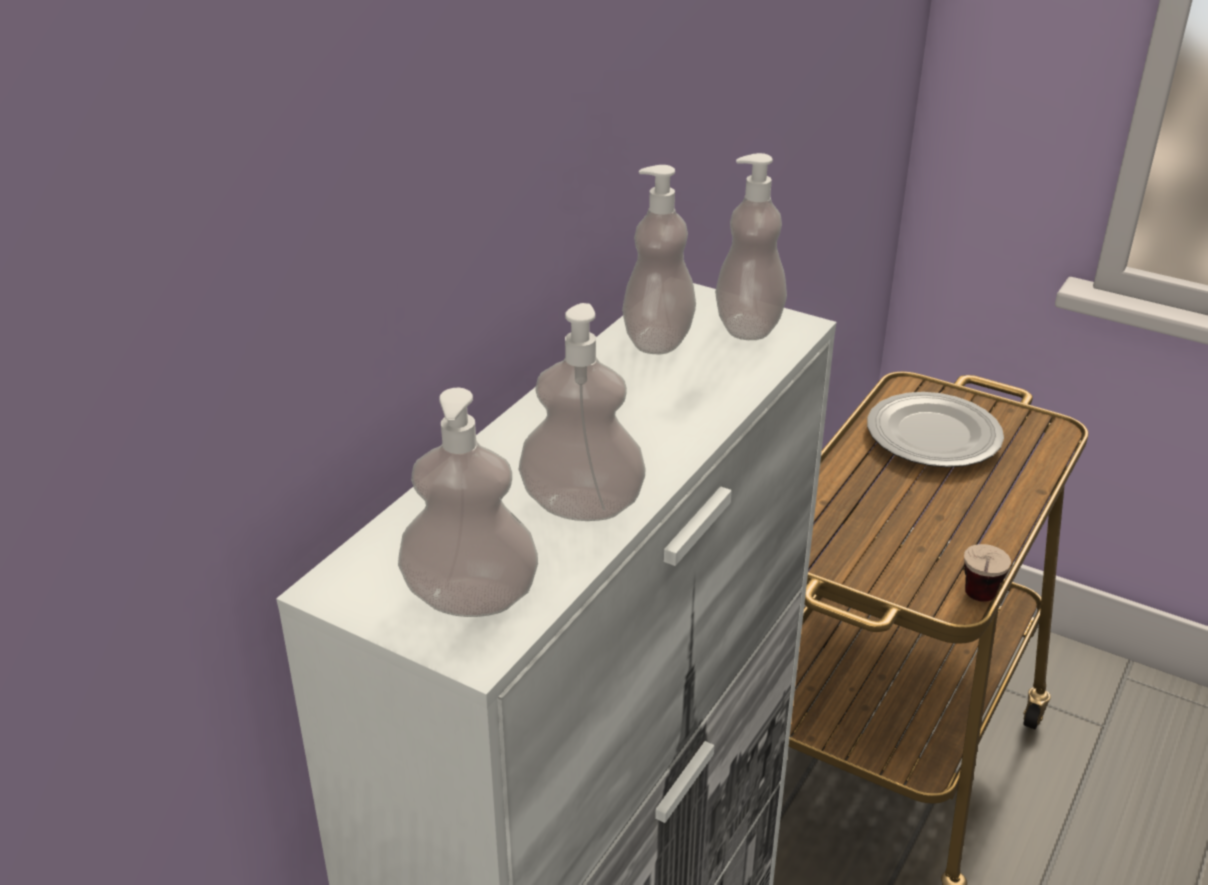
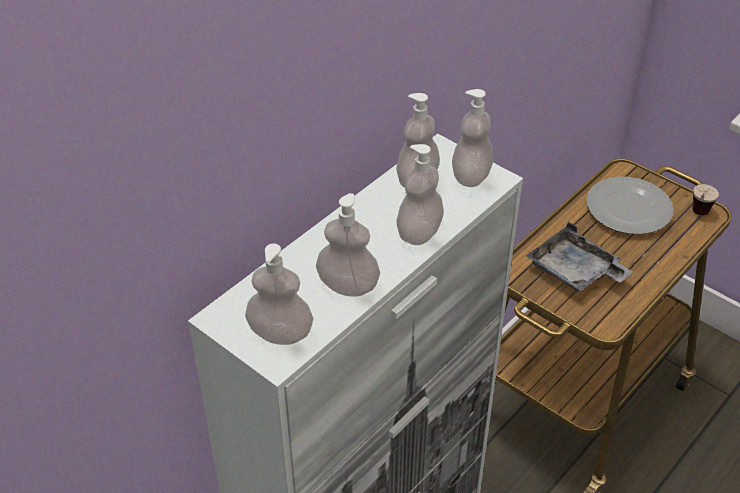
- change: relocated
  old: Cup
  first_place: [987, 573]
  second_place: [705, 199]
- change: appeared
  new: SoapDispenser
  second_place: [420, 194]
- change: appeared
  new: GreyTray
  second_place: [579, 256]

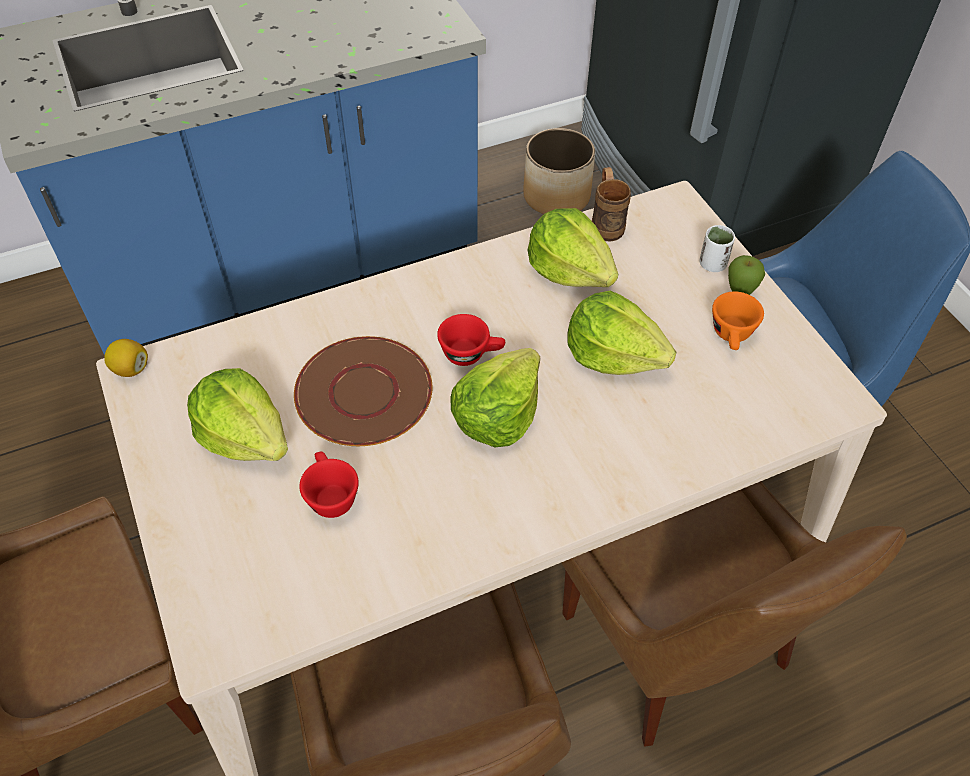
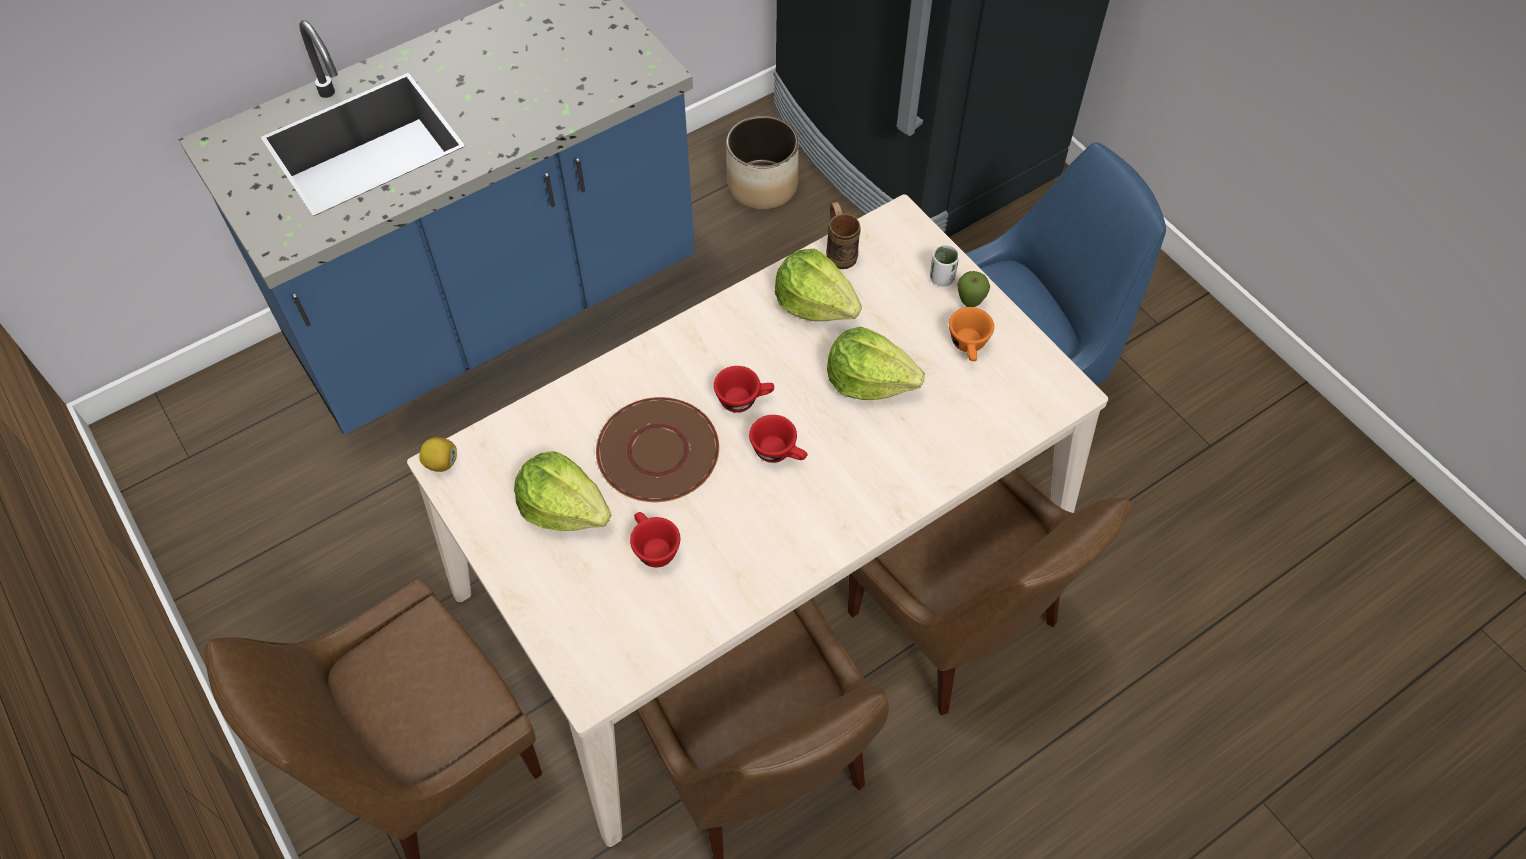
- change: exchanged
  old: Lettuce
  new: RedCup
  first_place: [495, 397]
  second_place: [778, 439]

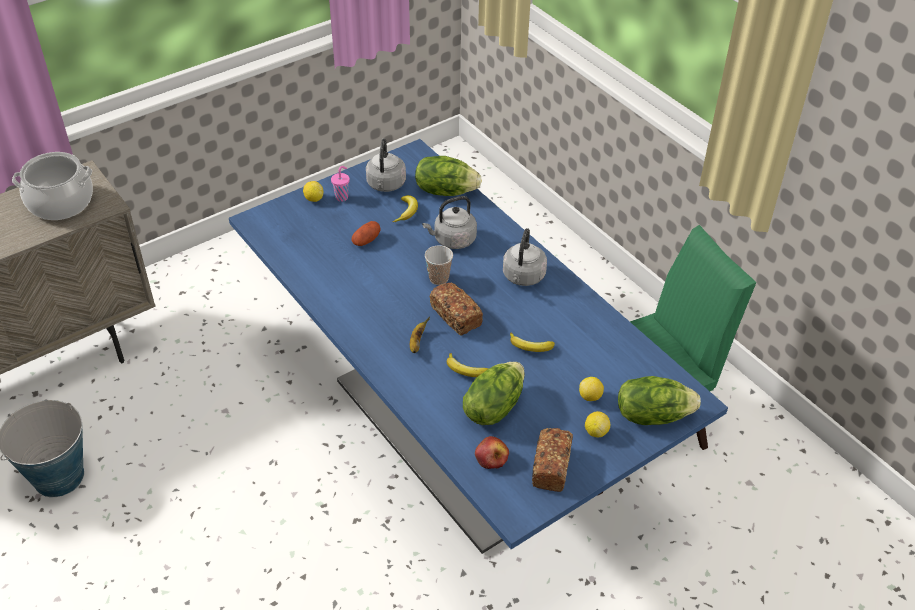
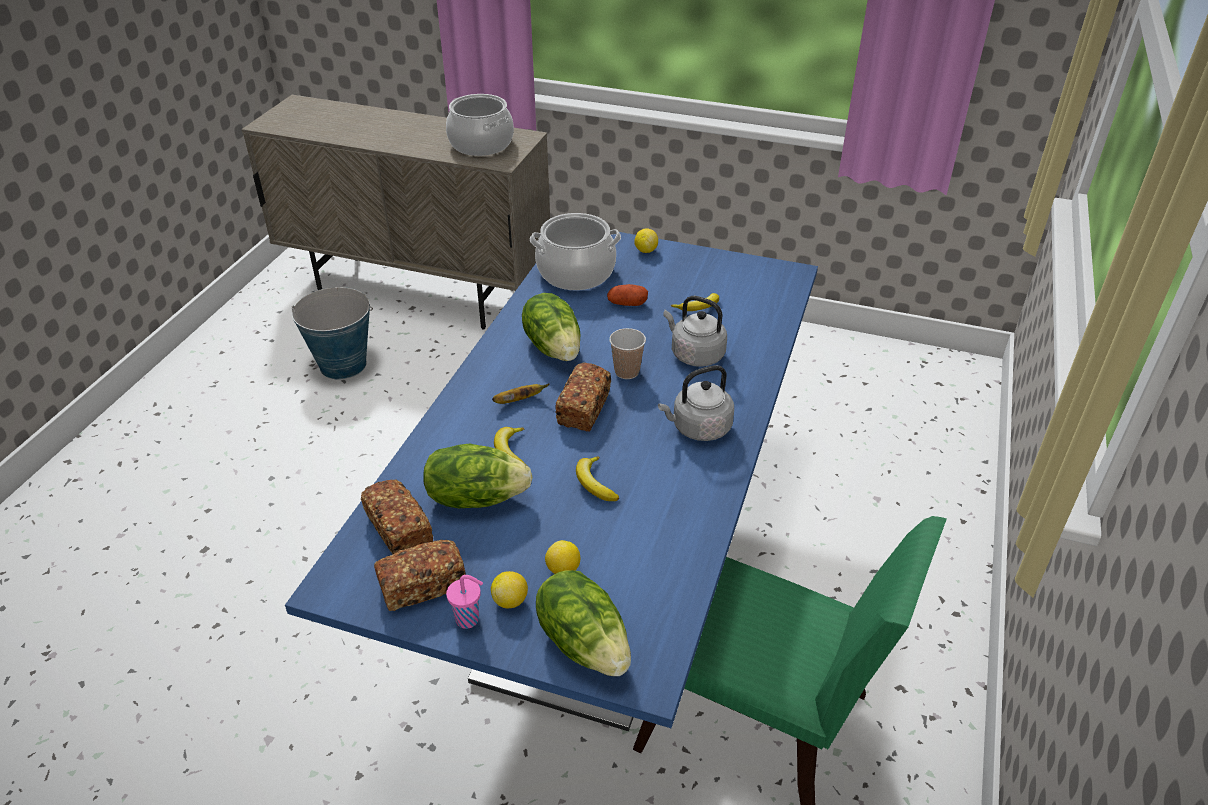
- change: missing
  old: GreyKettle
  first_place: [386, 165]
- change: relocated
  old: Lettuce
  first_place: [448, 176]
  second_place: [551, 327]
- change: relocated
  old: PinkCup
  first_place: [340, 184]
  second_place: [464, 602]
- change: exchanged
  old: Apple
  new: Bread
  first_place: [492, 452]
  second_place: [397, 516]
- change: appeared
  new: CookingPot
  second_place: [575, 251]

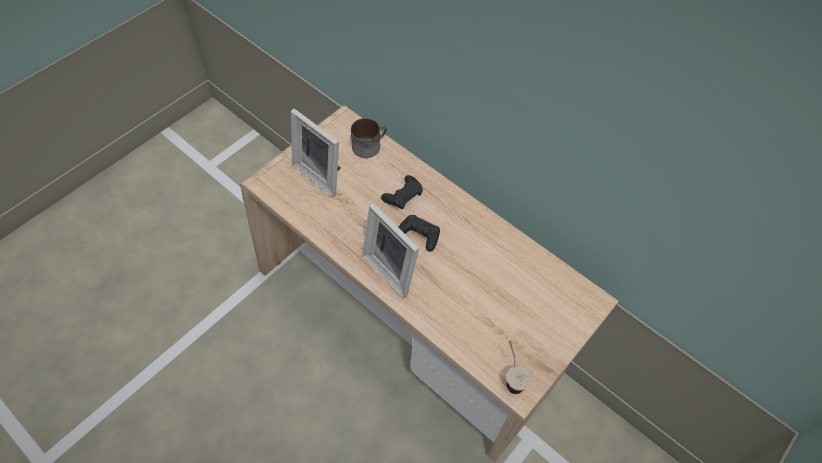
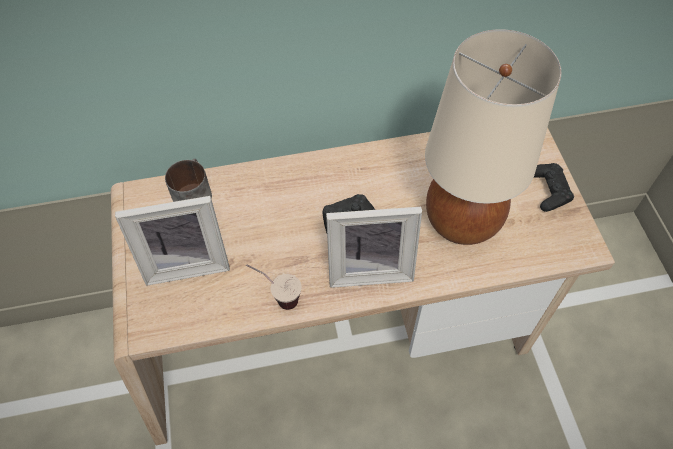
- change: relocated
  old: BlackGameController
  first_place: [402, 192]
  second_place: [554, 187]
- change: relocated
  old: Cup
  first_place: [519, 367]
  second_place: [274, 287]
- change: appeared
  new: BeigeTableLamp
  second_place: [493, 137]

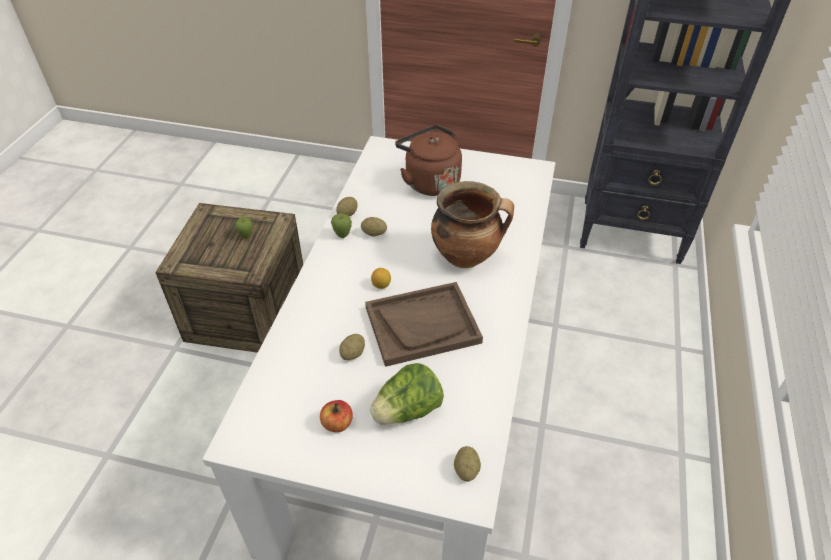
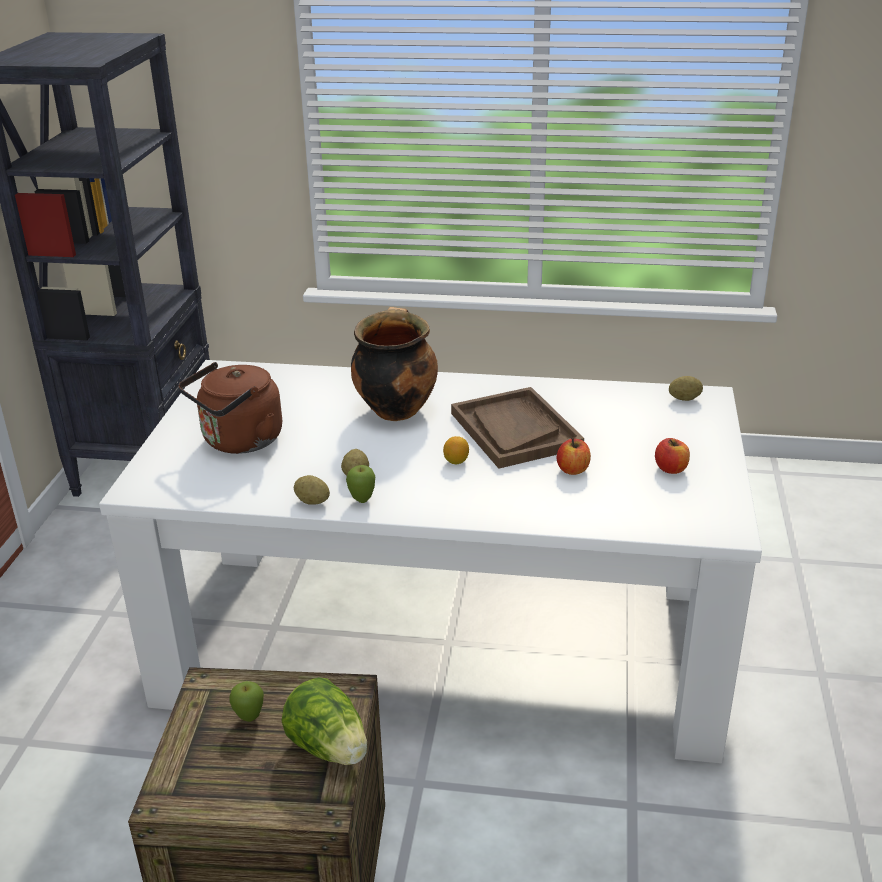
- change: exchanged
  old: Potato
  new: Apple
  first_place: [352, 347]
  second_place: [574, 456]
- change: relocated
  old: Lettuce
  first_place: [407, 394]
  second_place: [324, 721]

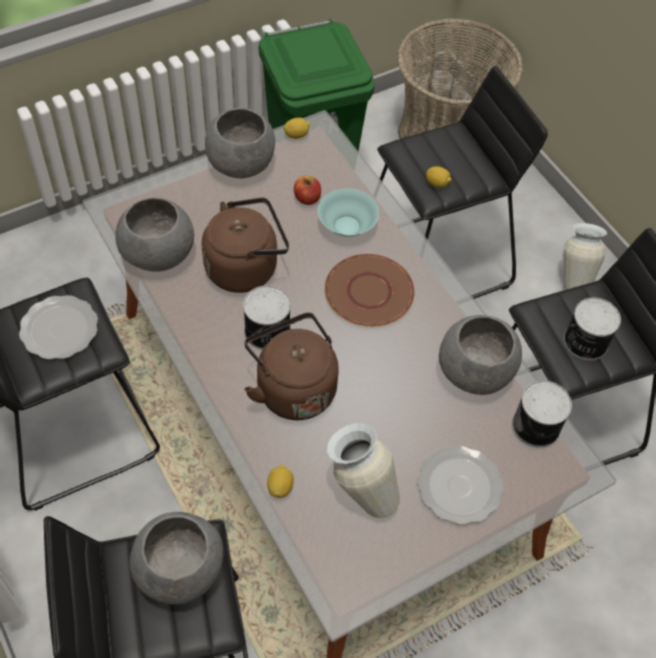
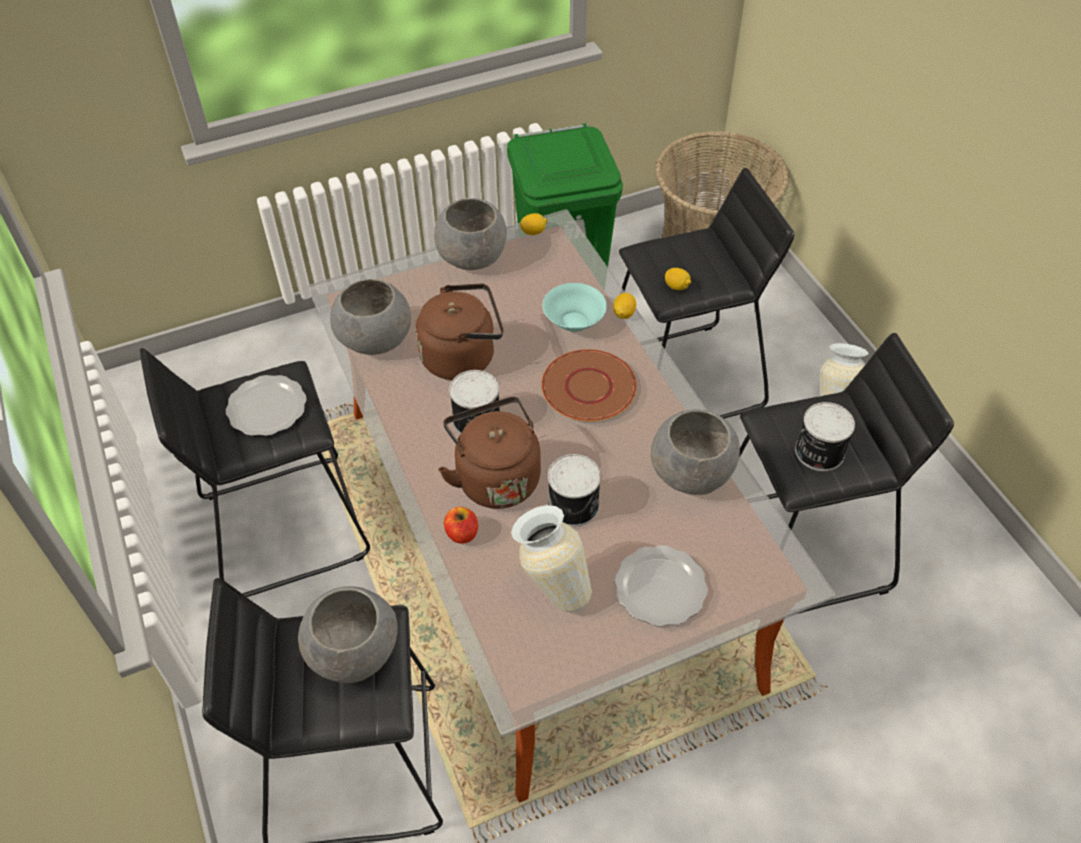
- change: relocated
  old: Apple
  first_place: [307, 190]
  second_place: [461, 525]
- change: relocated
  old: Can
  first_place: [542, 414]
  second_place: [574, 490]
- change: relocated
  old: Lemon
  first_place: [280, 481]
  second_place: [624, 305]

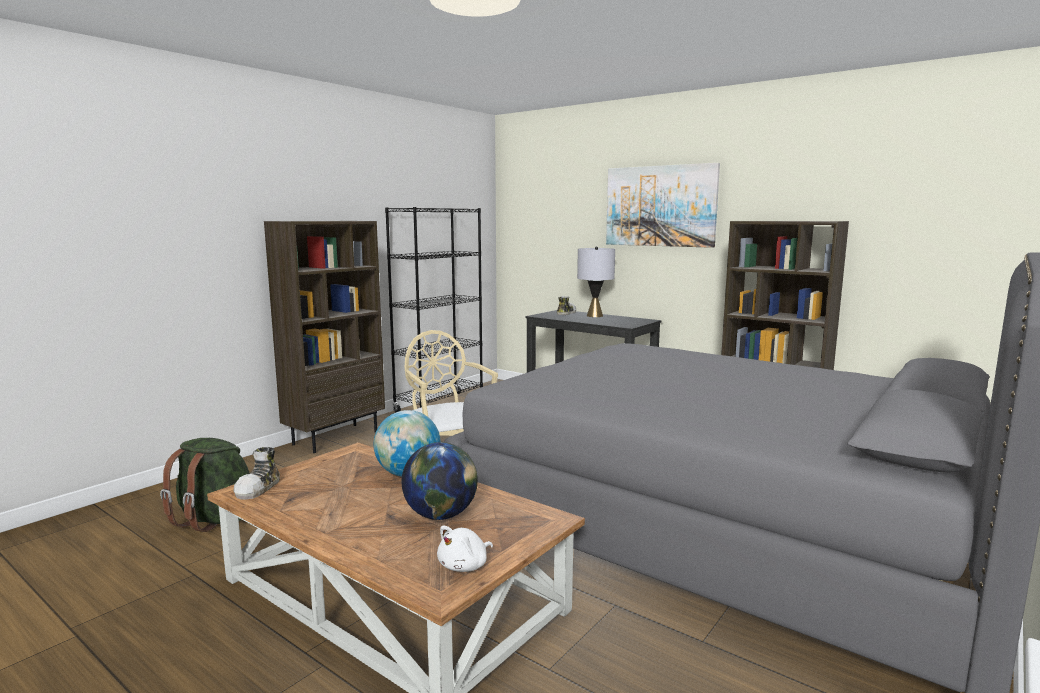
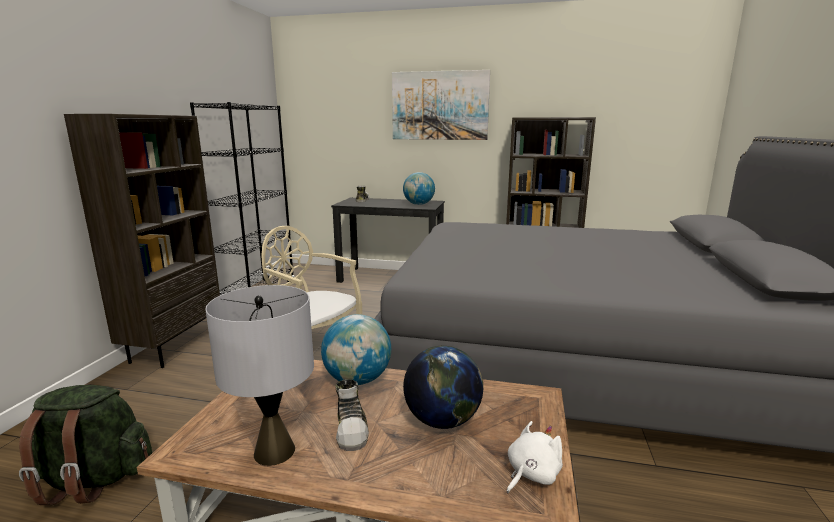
- change: relocated
  old: GreyTableLamp
  first_place: [596, 281]
  second_place: [259, 375]
- change: relocated
  old: Shoe
  first_place: [256, 473]
  second_place: [352, 415]
- change: spun
  old: WhitePlushToy
  first_place: [465, 548]
  second_place: [535, 457]
  degrees: -150
- change: appeared
  new: Globe
  second_place: [419, 188]

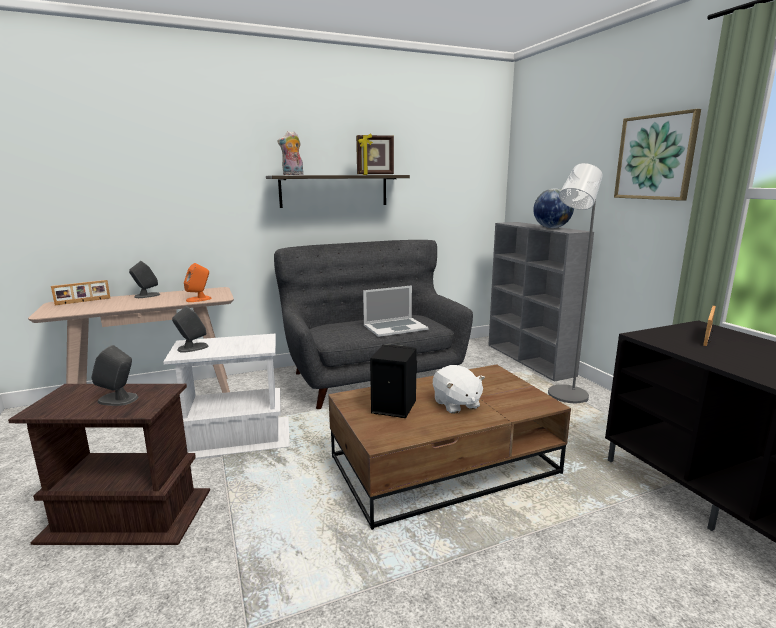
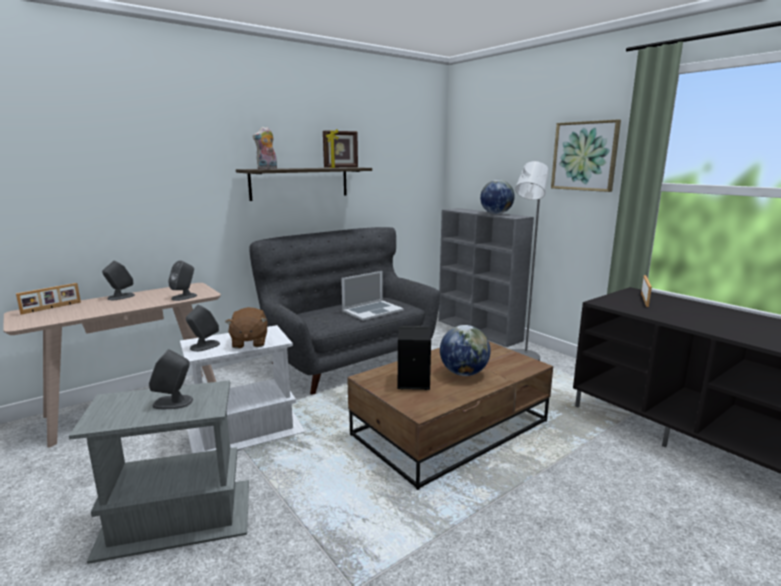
- change: colour
  old: OrangeSpeaker
  new: GreySpeaker
  first_place: [198, 282]
  second_place: [182, 280]
- change: exchanged
  old: WhitePlushToy
  new: Globe
  first_place: [459, 389]
  second_place: [465, 350]
- change: colour
  old: BrownSideTable
  new: GreySideTable
  first_place: [109, 464]
  second_place: [159, 472]
- change: appeared
  new: BrownPlushToy
  second_place: [246, 328]

